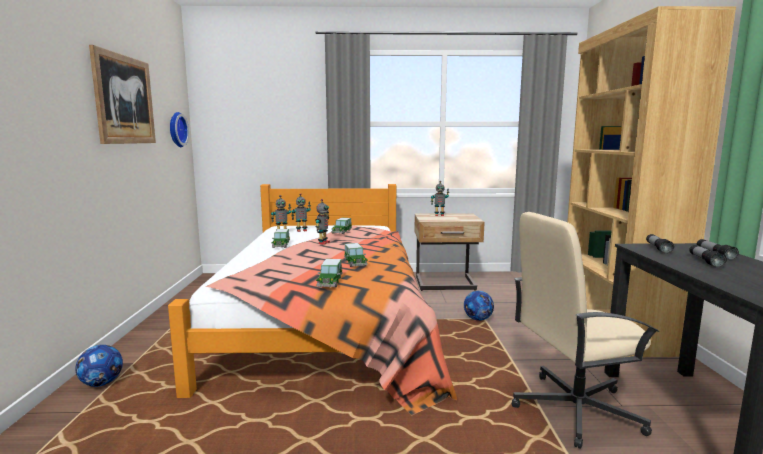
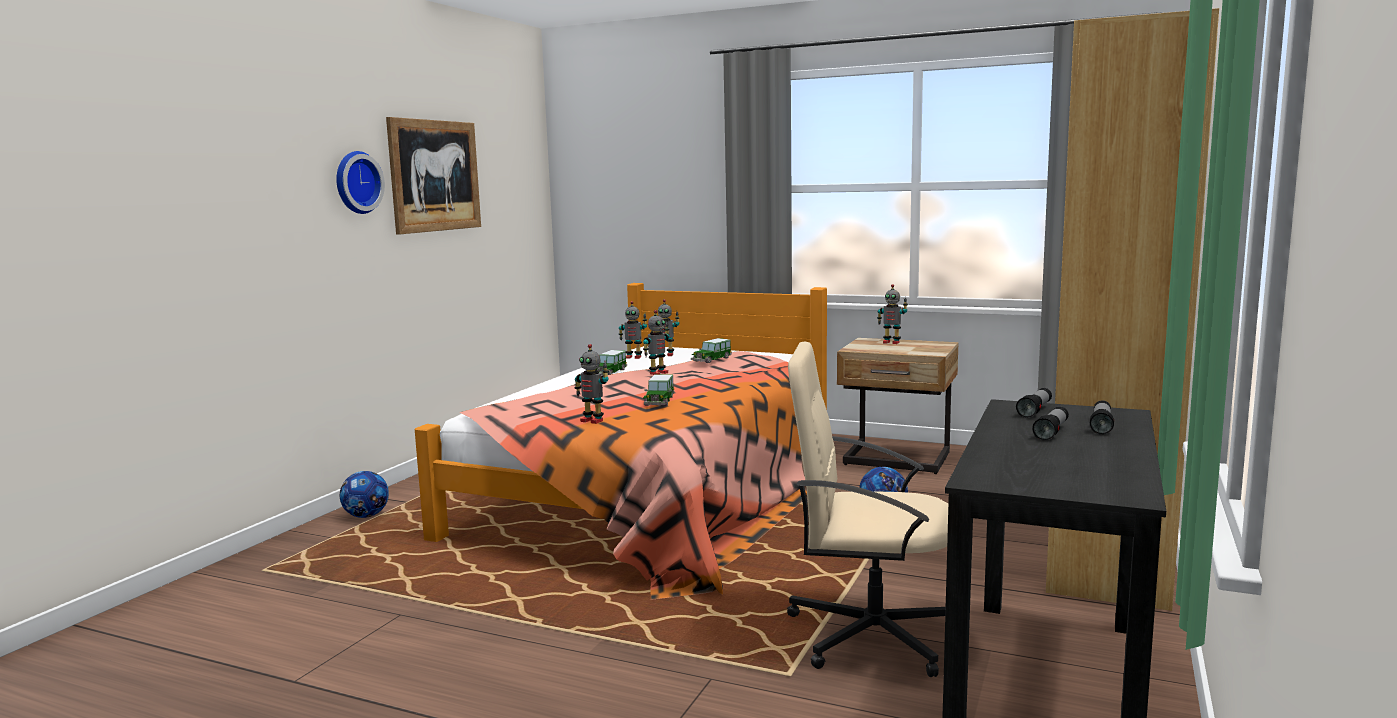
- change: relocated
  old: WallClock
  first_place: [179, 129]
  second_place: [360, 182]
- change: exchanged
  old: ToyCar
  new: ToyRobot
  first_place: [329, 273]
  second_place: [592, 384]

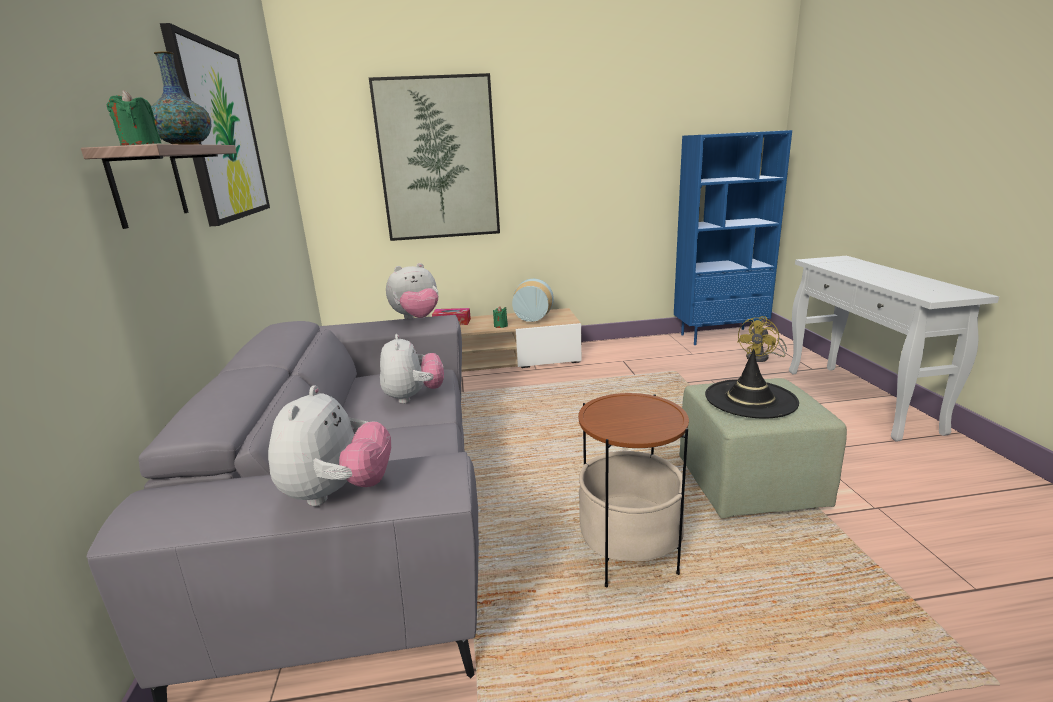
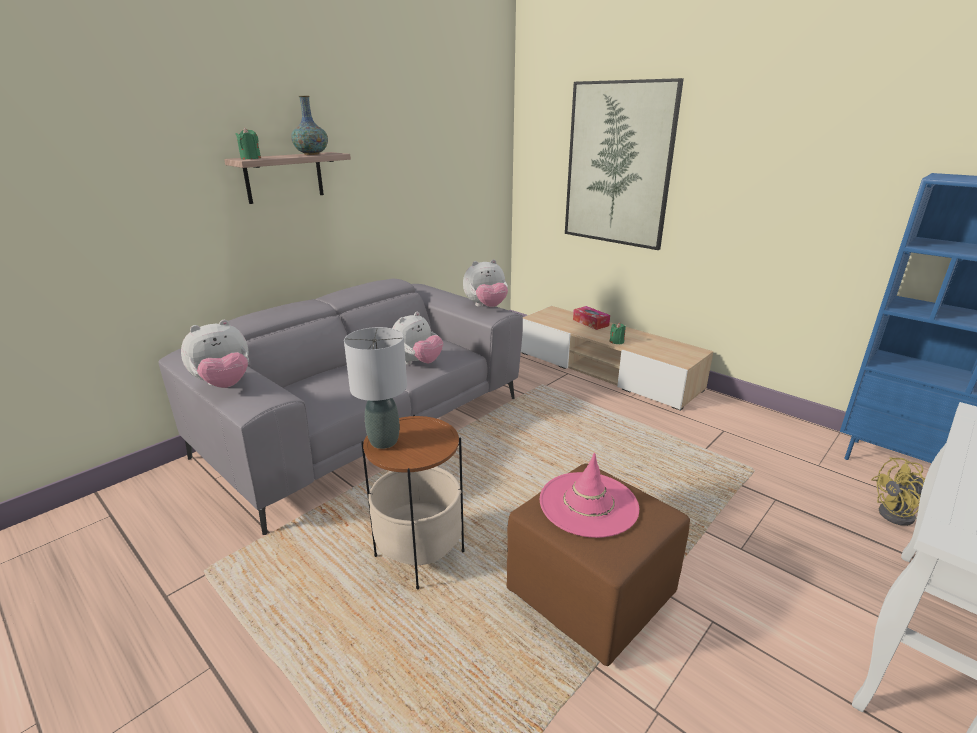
- change: missing
  old: Picture
  first_place: [215, 124]
- change: spun
  old: PlushToy
  first_place: [412, 291]
  second_place: [485, 283]
  degrees: -45
- change: missing
  old: Vase
  first_place: [533, 300]
- change: colour
  old: BlackHat
  new: PinkHat
  first_place: [752, 384]
  second_place: [589, 495]
- change: colour
  old: GreenOttoman
  new: BrownOttoman
  first_place: [763, 448]
  second_place: [598, 564]
- change: appeared
  new: GreyTableLamp
  second_place: [375, 388]

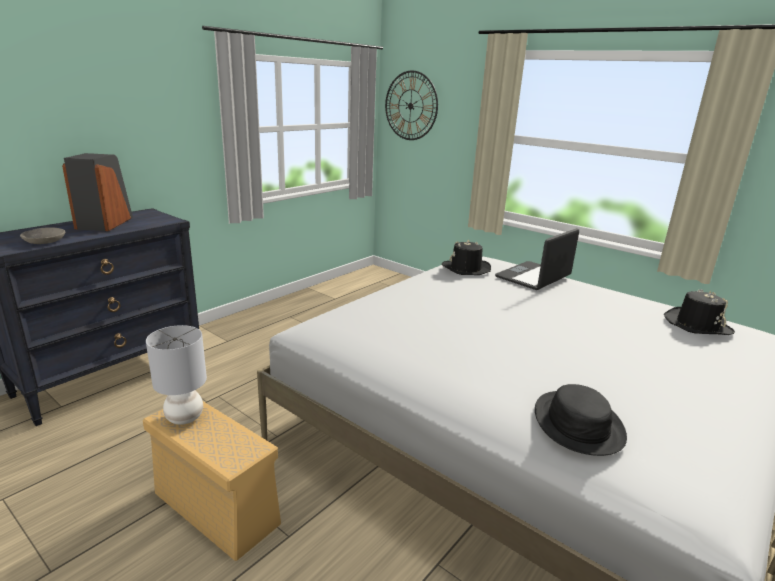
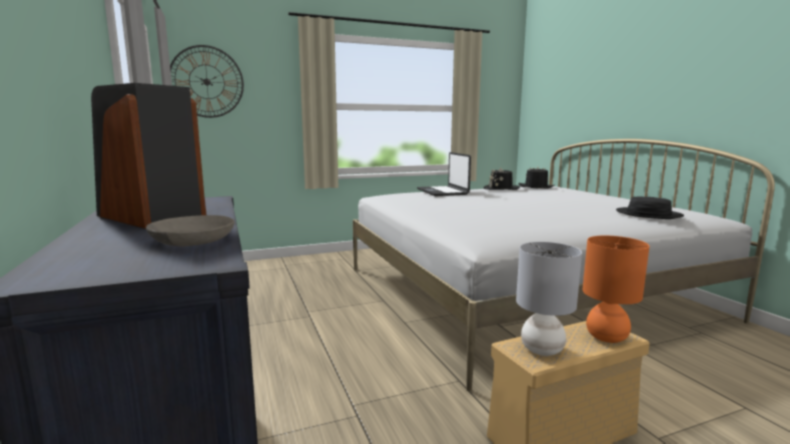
- change: relocated
  old: BlackHat
  first_place: [466, 257]
  second_place: [501, 178]
- change: appeared
  new: OrangeTableLamp
  second_place: [616, 289]

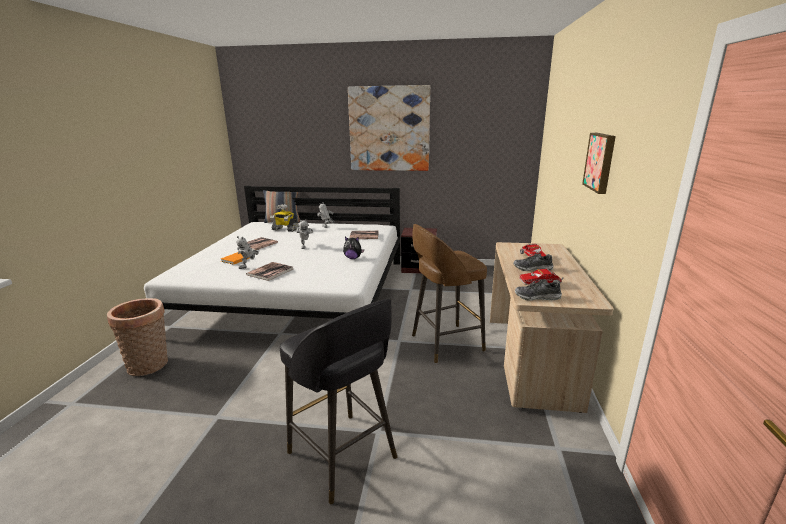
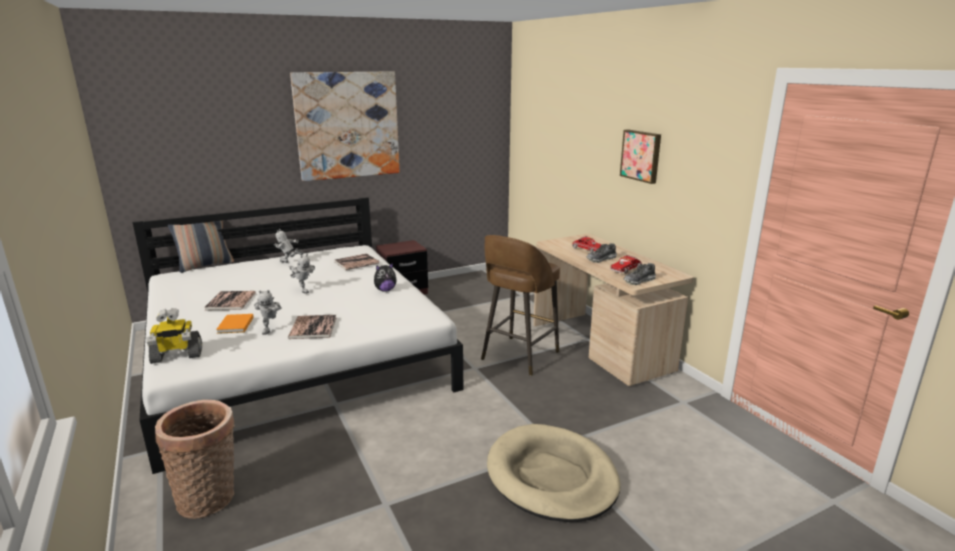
- change: relocated
  old: ToyRobot
  first_place: [284, 218]
  second_place: [174, 336]
- change: exchanged
  old: BlackStool
  new: BeigeDogBed
  first_place: [338, 401]
  second_place: [554, 473]

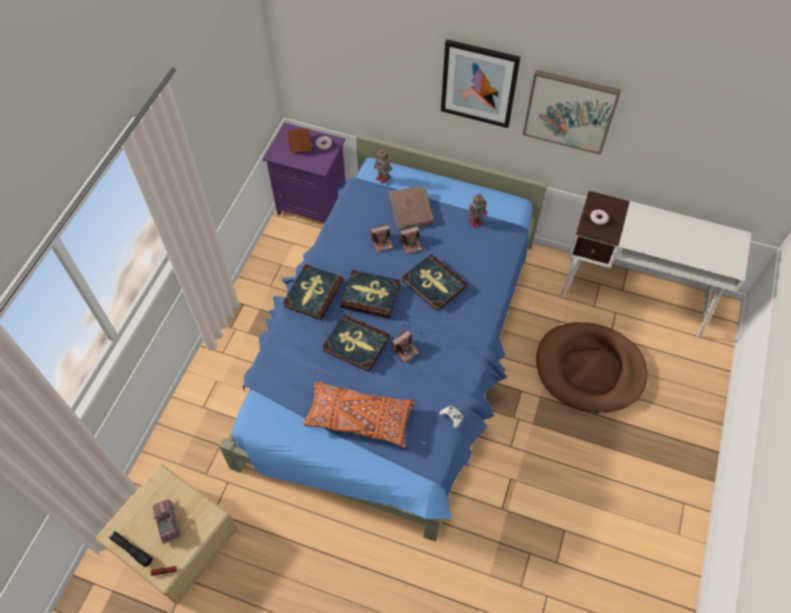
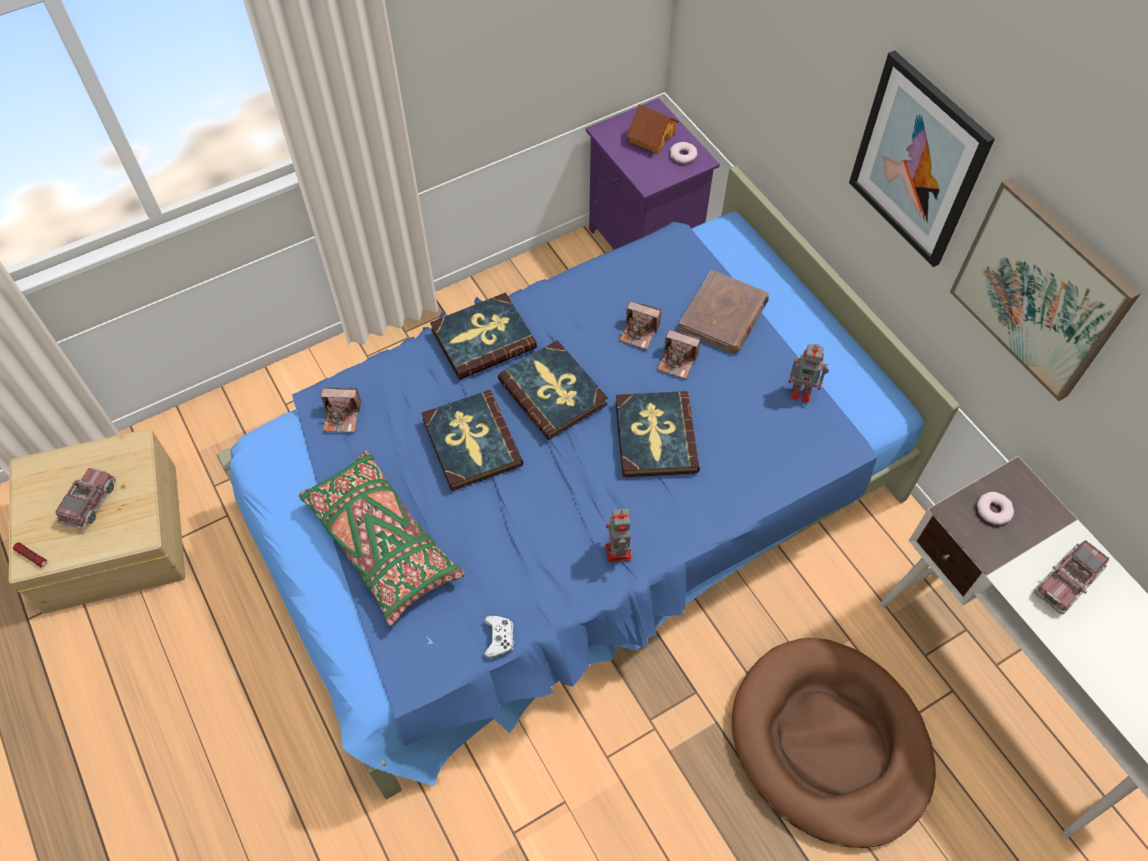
- change: relocated
  old: ToyRobot
  first_place: [382, 166]
  second_place: [618, 535]
- change: relocated
  old: PhotoCamera
  first_place: [405, 345]
  second_place: [341, 410]
- change: colour
  old: OrangePillow
  new: GreenPillow
  first_place: [359, 414]
  second_place: [382, 538]
- change: missing
  old: BlackFlashlight
  first_place: [131, 549]
- change: appeared
  new: ToyTruck
  second_place: [1071, 577]

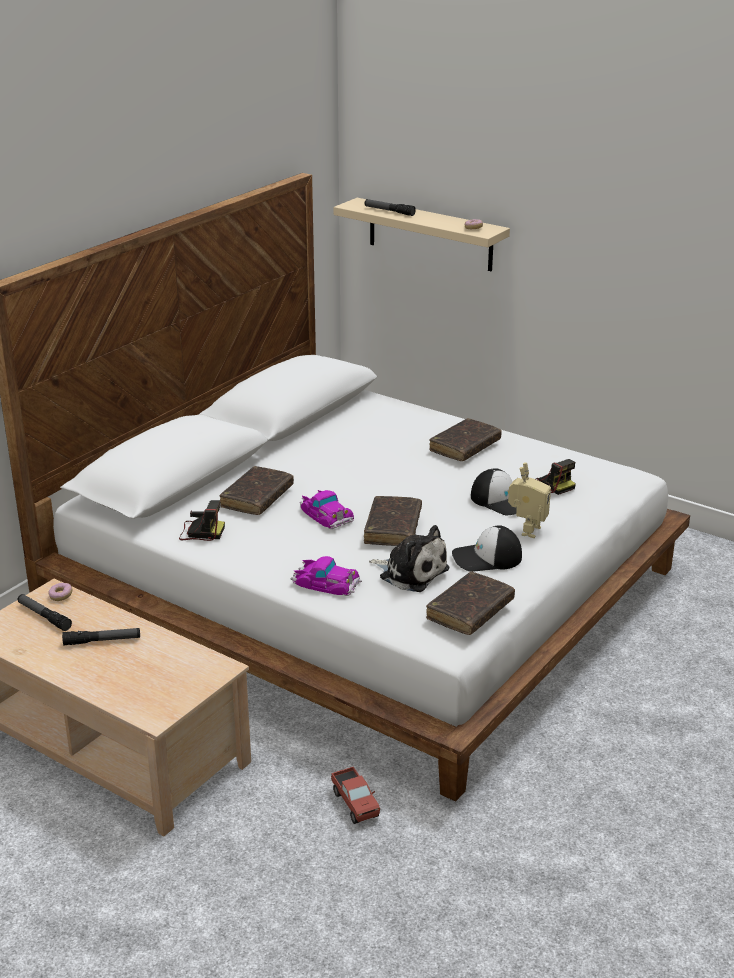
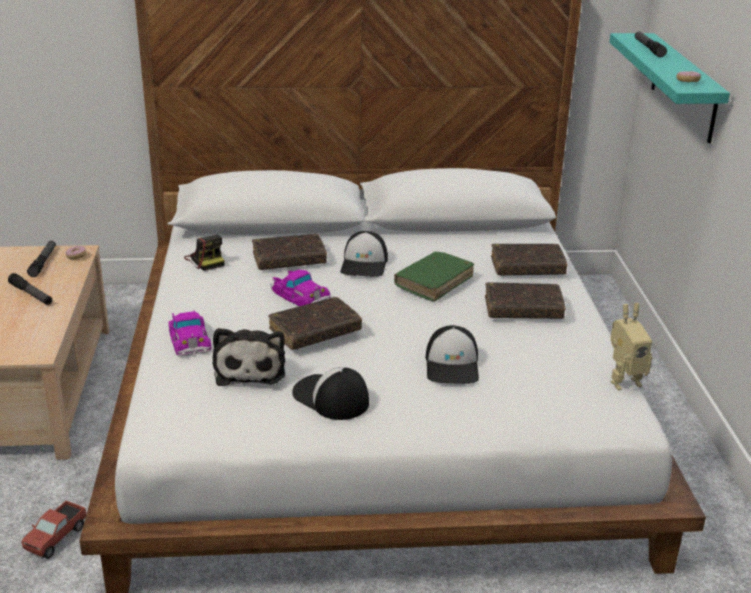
- change: colour
  old: BeigeShelf
  new: TurquoiseShelf
  first_place: [422, 234]
  second_place: [669, 88]
- change: missing
  old: PhotoCamera
  first_place: [556, 477]
- change: relocated
  old: ToyRobot
  first_place: [529, 500]
  second_place: [631, 346]
- change: spun
  old: ToyCar
  first_place: [327, 509]
  second_place: [300, 288]
  degrees: -60
- change: relocated
  old: BrownBook
  first_place: [470, 603]
  second_place: [529, 259]
- change: appeared
  new: Cap
  second_place: [364, 254]
- change: appeared
  new: GreenBook
  second_place: [434, 277]

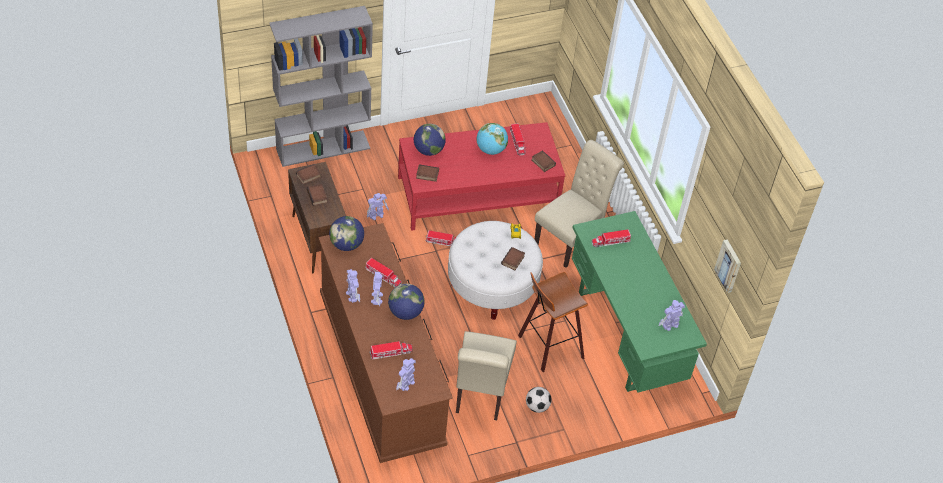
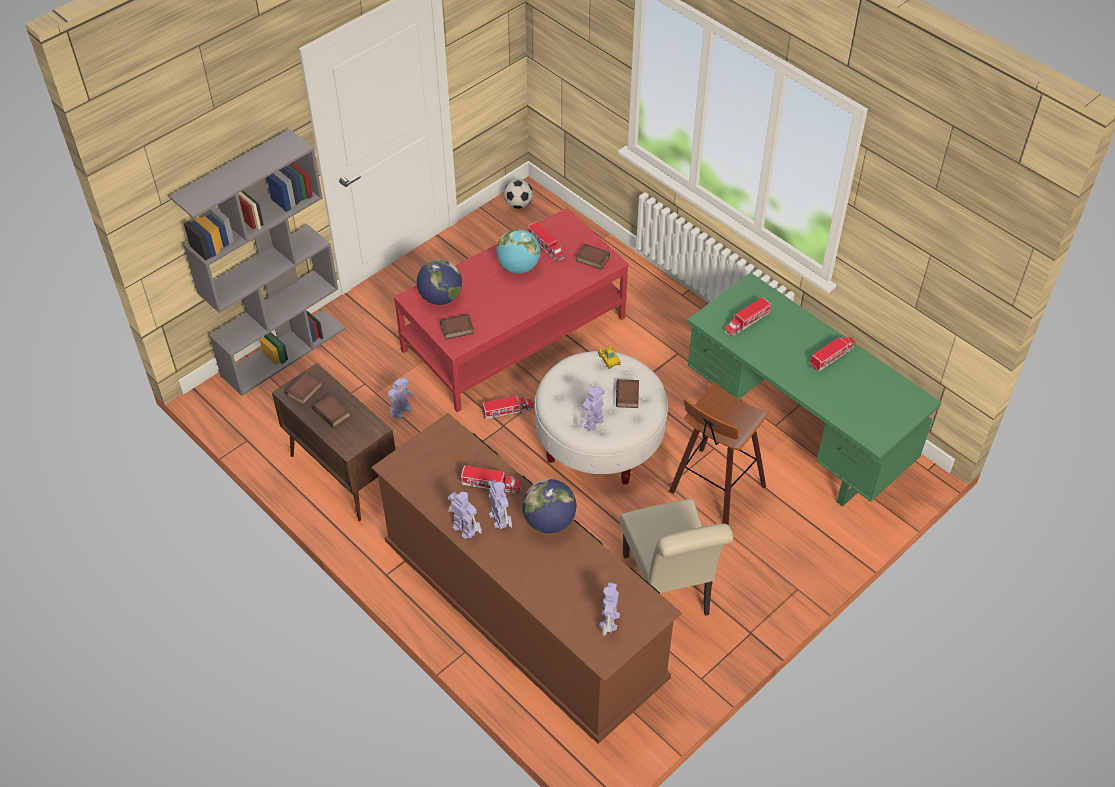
- change: missing
  old: BeigeChair
  first_place: [579, 204]
- change: missing
  old: Globe
  first_place: [346, 233]
- change: missing
  old: Picture
  first_place: [727, 266]
- change: relocated
  old: ToyRobot
  first_place: [671, 315]
  second_place: [592, 409]
- change: relocated
  old: ToyTruck
  first_place: [391, 350]
  second_place: [832, 354]
- change: relocated
  old: Football
  first_place: [539, 400]
  second_place: [518, 194]

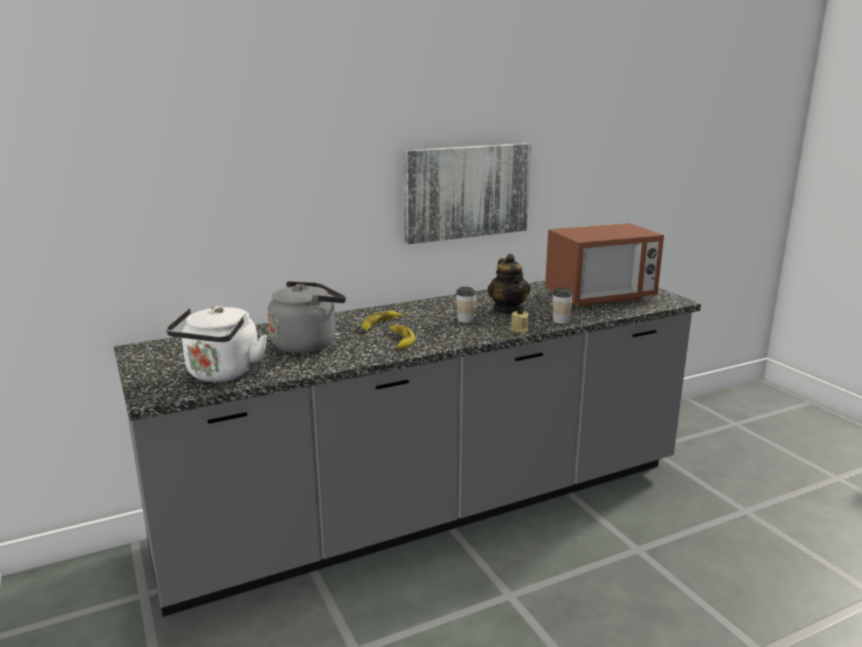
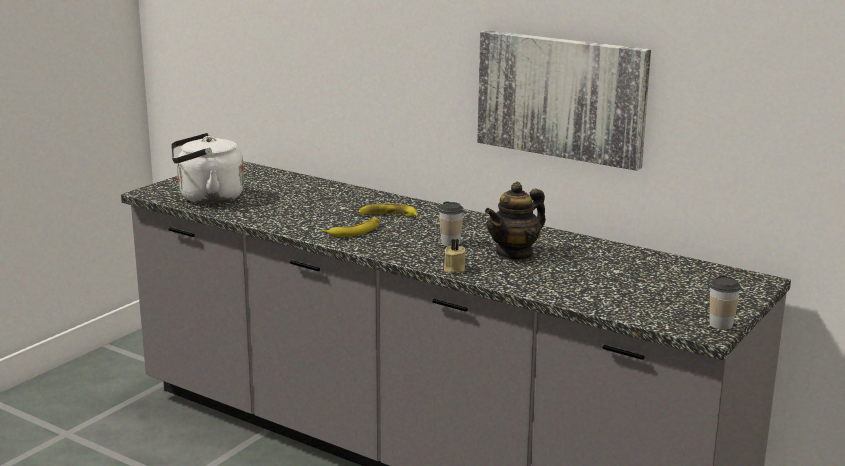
- change: missing
  old: Microwave
  first_place: [604, 265]
- change: missing
  old: GreyKettle
  first_place: [307, 317]
- change: relocated
  old: Cup
  first_place: [562, 306]
  second_place: [725, 302]

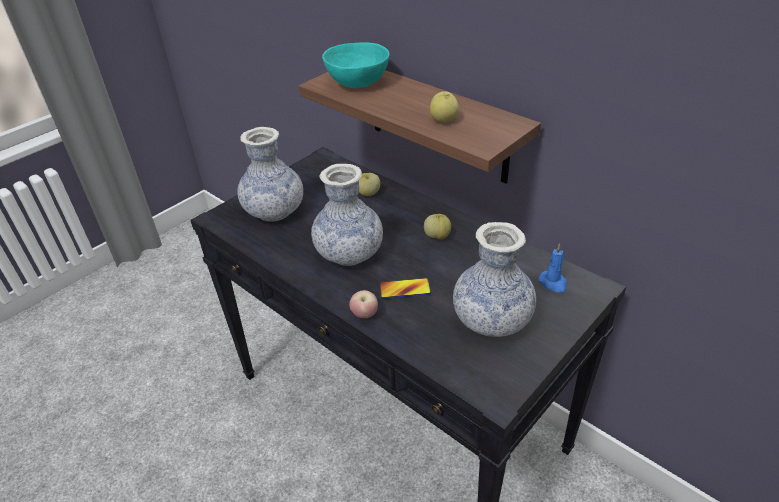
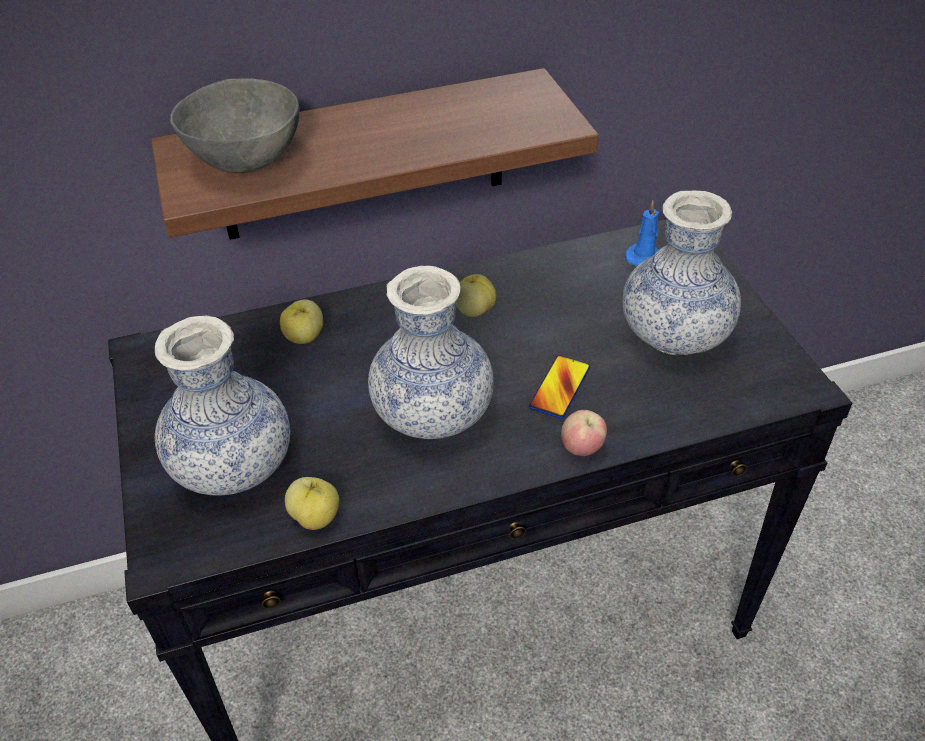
- change: colour
  old: TurquoiseBowl
  new: GreyBowl
  first_place: [355, 65]
  second_place: [235, 125]
- change: relocated
  old: Apple
  first_place: [444, 107]
  second_place: [312, 503]

